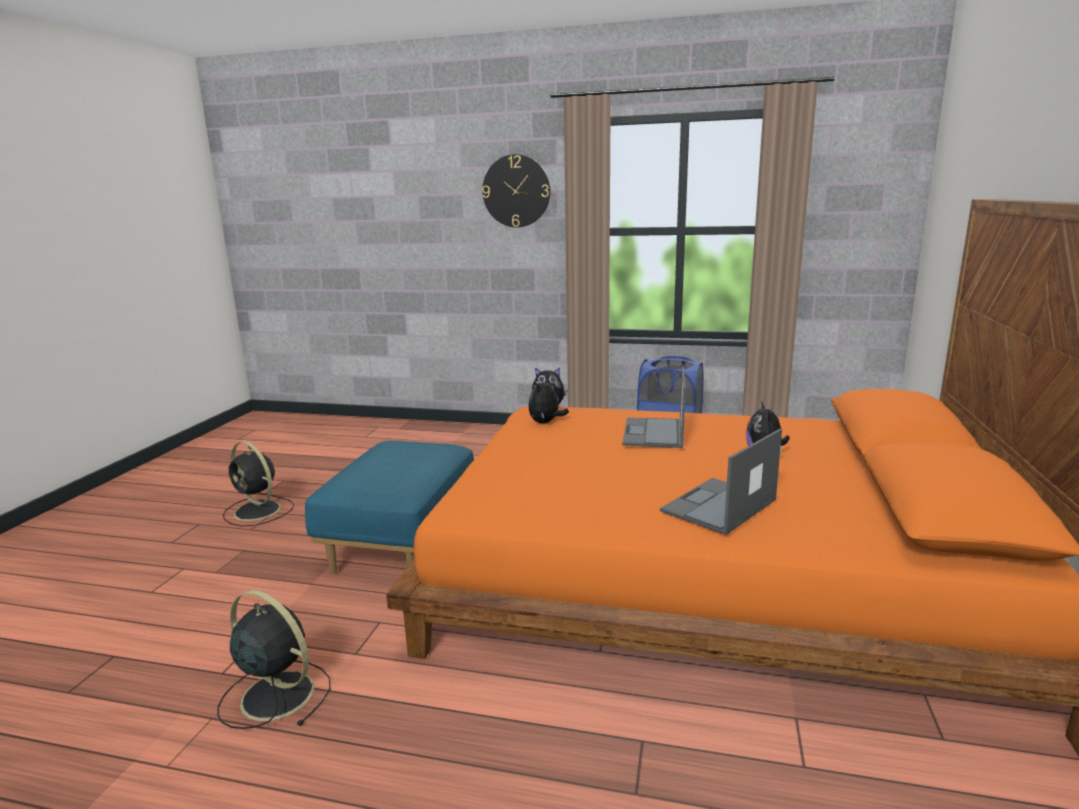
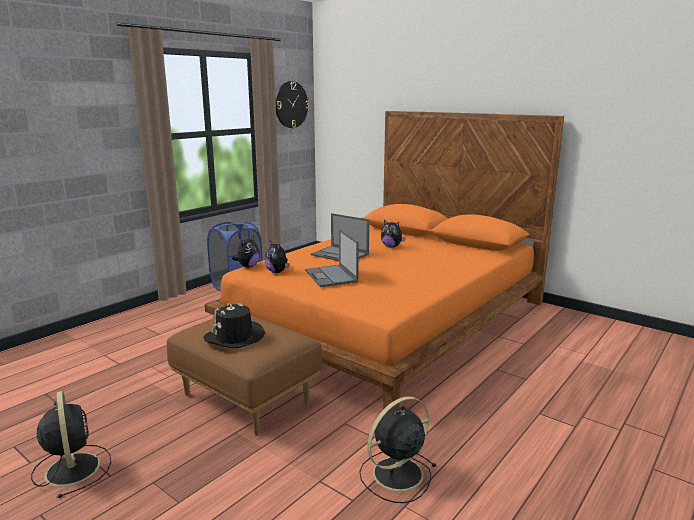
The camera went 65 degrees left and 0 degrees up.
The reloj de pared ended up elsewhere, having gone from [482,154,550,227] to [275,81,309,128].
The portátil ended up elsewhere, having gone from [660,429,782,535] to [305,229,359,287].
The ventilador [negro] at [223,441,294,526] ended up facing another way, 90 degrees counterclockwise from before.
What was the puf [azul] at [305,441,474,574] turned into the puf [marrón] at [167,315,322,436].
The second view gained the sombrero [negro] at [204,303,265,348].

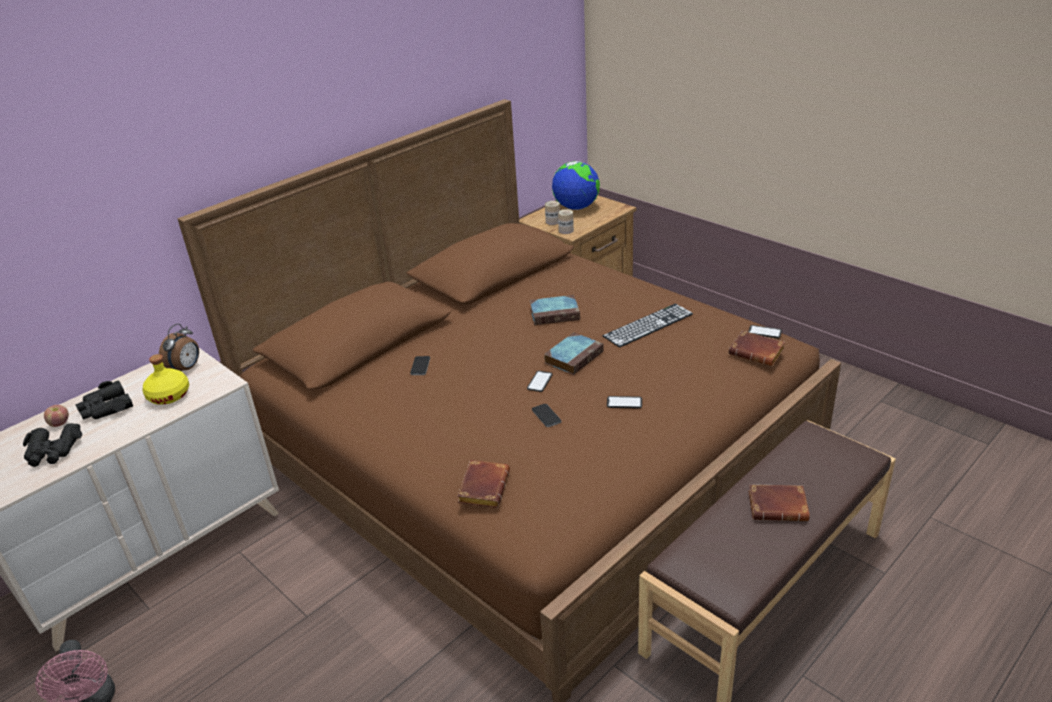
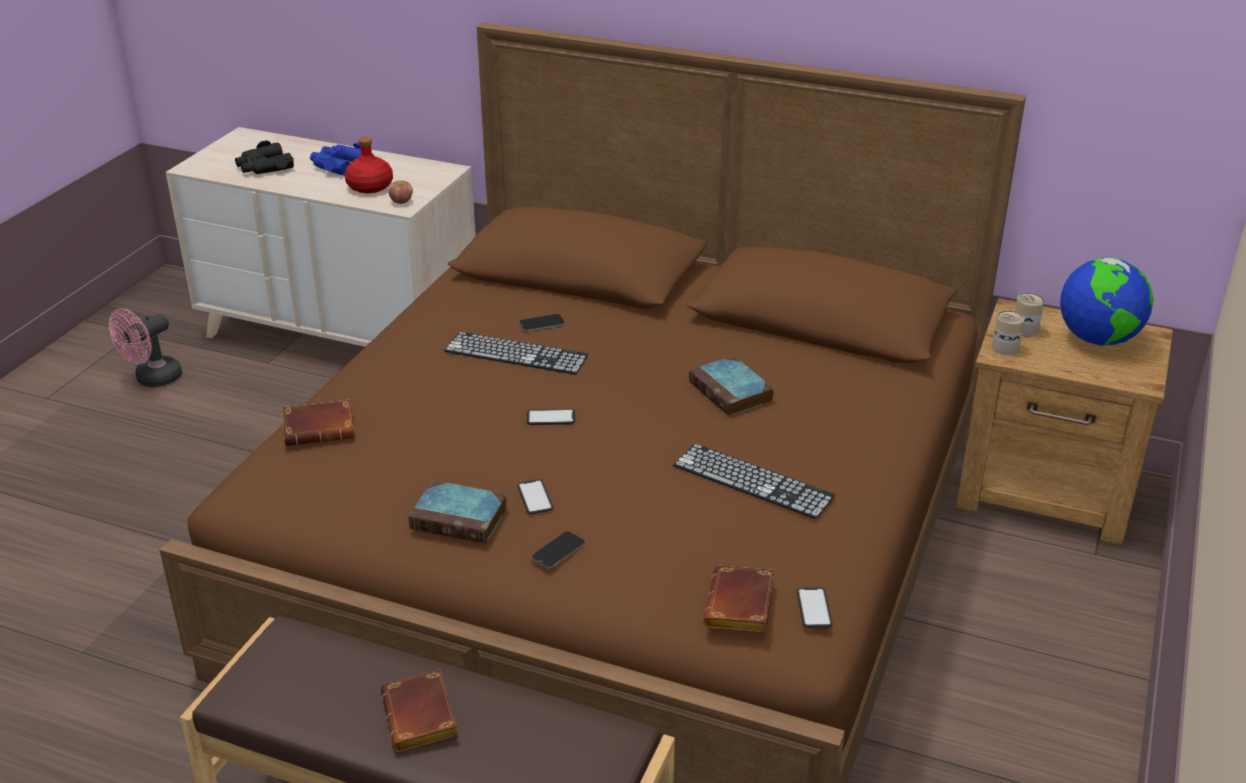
The camera went 65 degrees right and 0 degrees up.
The second view lost the despertador at [159,323,199,371].
The libro ended up elsewhere, having gone from [544,332,604,375] to [408,480,508,544].
What was the botella [amarillo] at [143,354,189,405] turned into the botella [rojo] at [345,137,393,193].
What was the prismáticos [negro] at [76,381,133,420] turned into the prismáticos [azul] at [310,143,361,176].
The móvil ended up elsewhere, having gone from [532,404,562,427] to [532,532,585,569].
The manzana ended up elsewhere, having gone from [44,405,69,427] to [388,180,413,204].
The second view gained the teclado at [444,332,589,374].

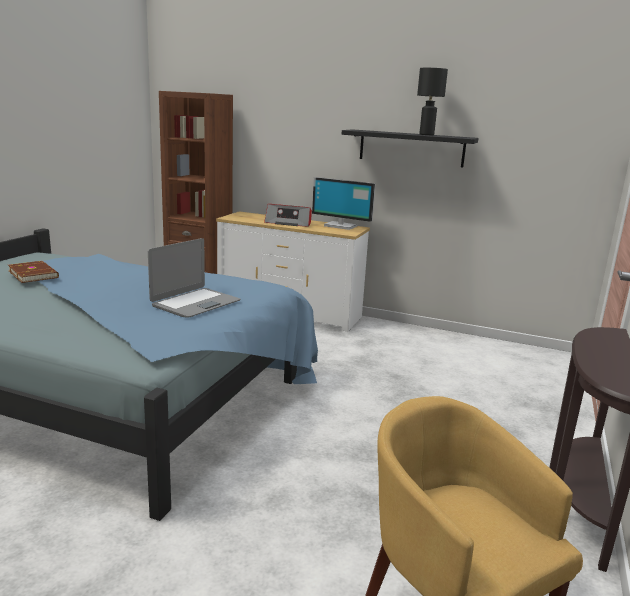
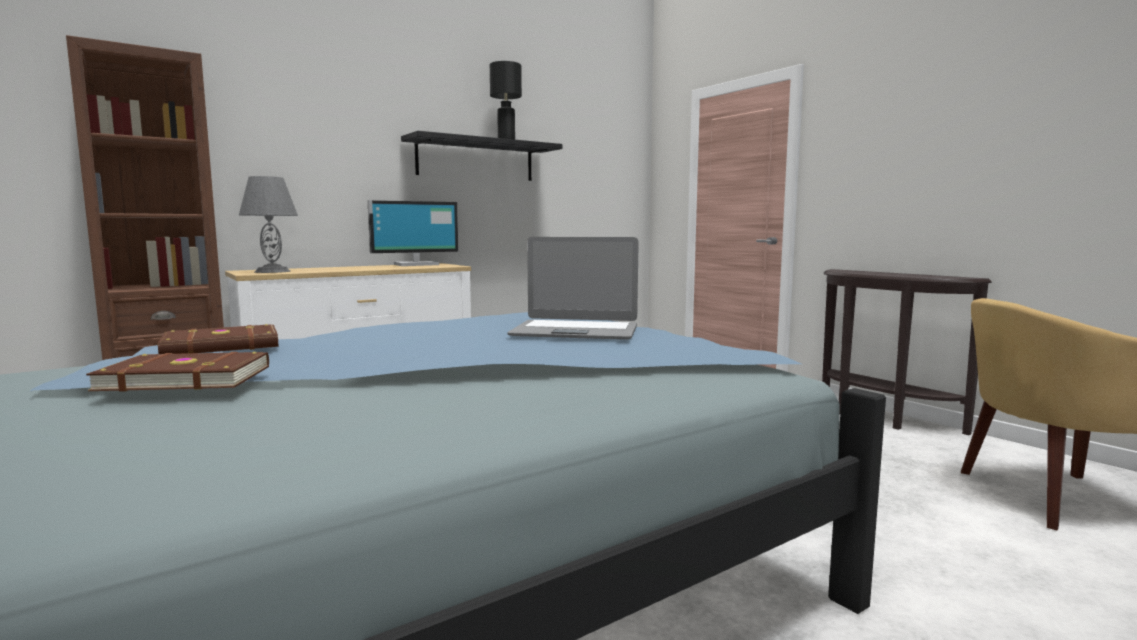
The camera went 55 degrees left and 10 degrees down.
The second view lost the radio at [264,204,312,227].
The portátil at [148,238,240,318] ended up facing another way, 120 degrees clockwise from before.
The second view gained the lámpara de mesa [gris] at [239,176,298,273].
The second view gained the libro [marrón] at [158,324,279,354].

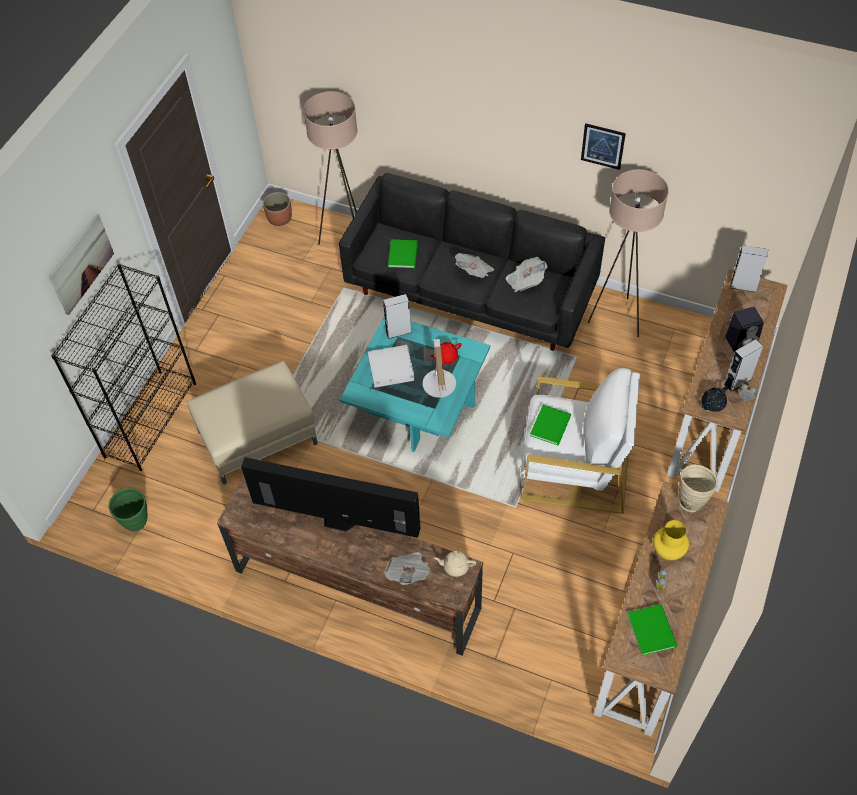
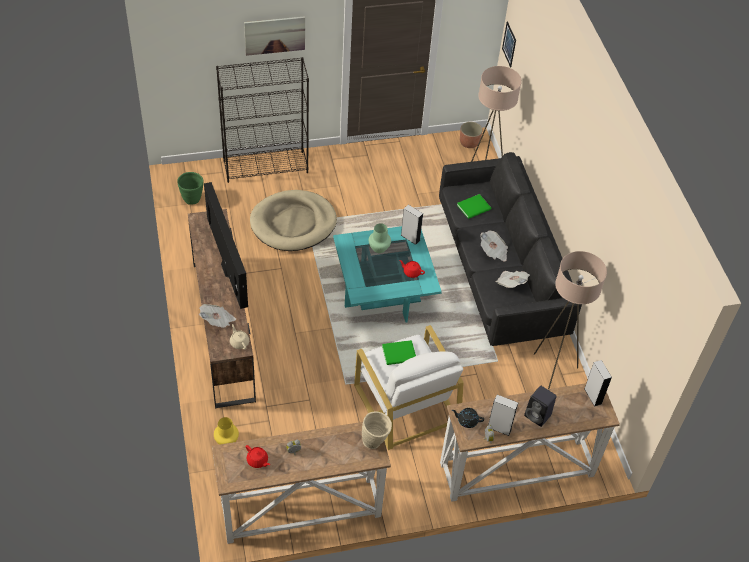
The camera went 50 degrees right and 5 degrees down.
The cuadro ended up elsewhere, having gone from [581,123,626,170] to [502,22,516,67].
The second view lost the lámpara de mesa at [423,339,456,398].
Where the bandeja [blanco] stood at [368,345,415,388], the florero [verde] came to stand at [369,223,391,253].
Where the puf [beis] stood at [187,361,318,485], the cama para perro [beis] came to stand at [250,190,337,251].
The florero [amarillo] ended up elsewhere, having gone from [653,520,689,560] to [214,417,239,445].
Where the libro [verde] stood at [627,604,677,656], the tetera [rojo] came to stand at [246,445,270,468].

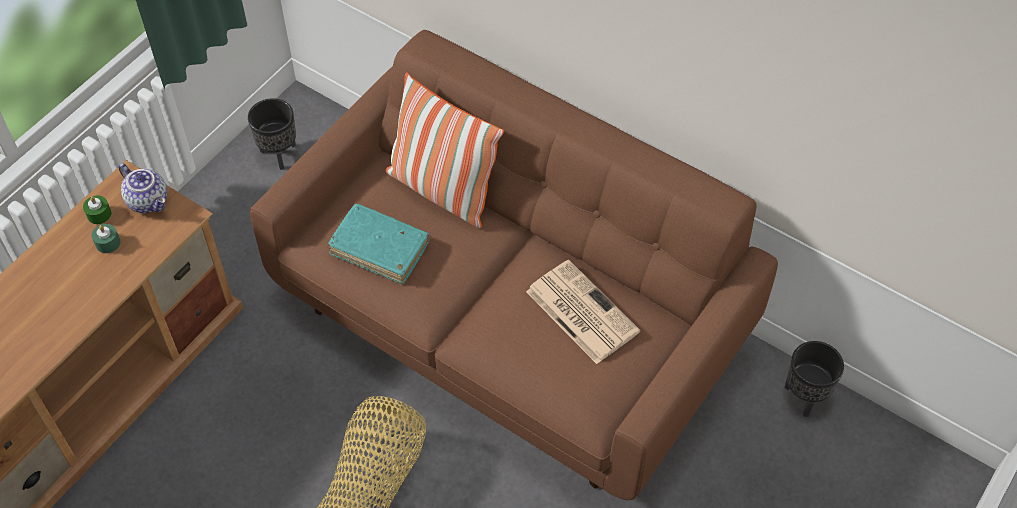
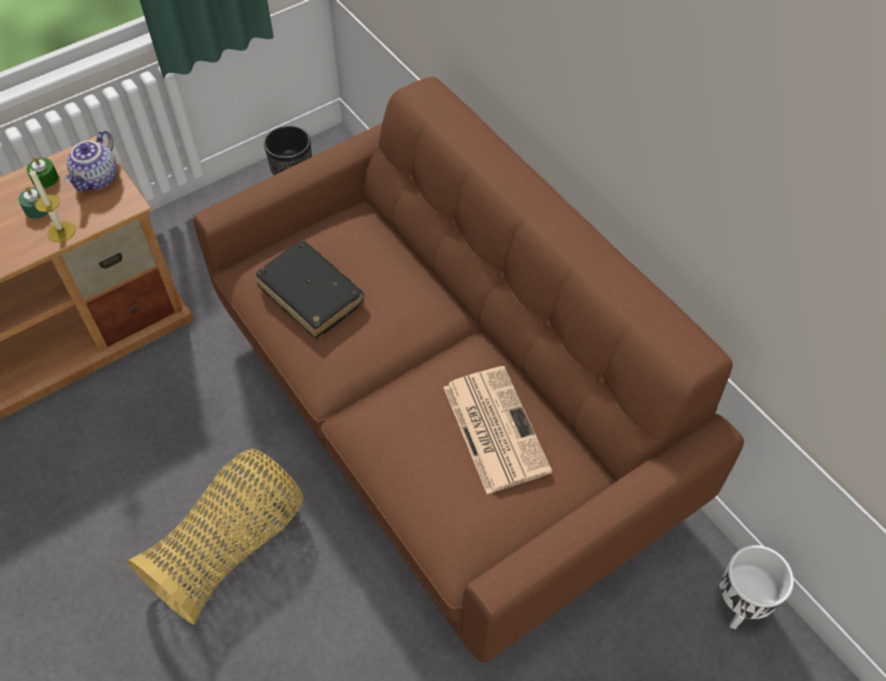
The camera went 20 degrees right and 0 degrees up.
The second view lost the cojín at [385,72,504,228].
The tetera at [118,163,167,213] ended up facing another way, 45 degrees clockwise from before.
What was the libro [turquesa] at [328,203,430,284] turned into the libro [negro] at [256,240,365,339].
What was the maceta [negro] at [784,341,844,417] turned into the maceta [blanco] at [719,545,794,629].
The second view gained the vela at [29,168,75,242].

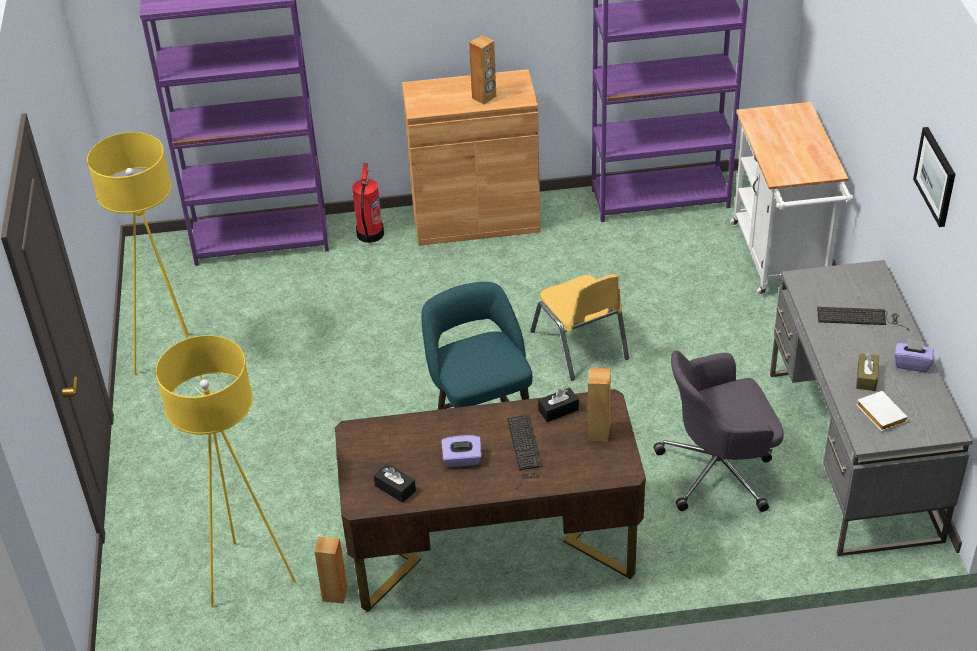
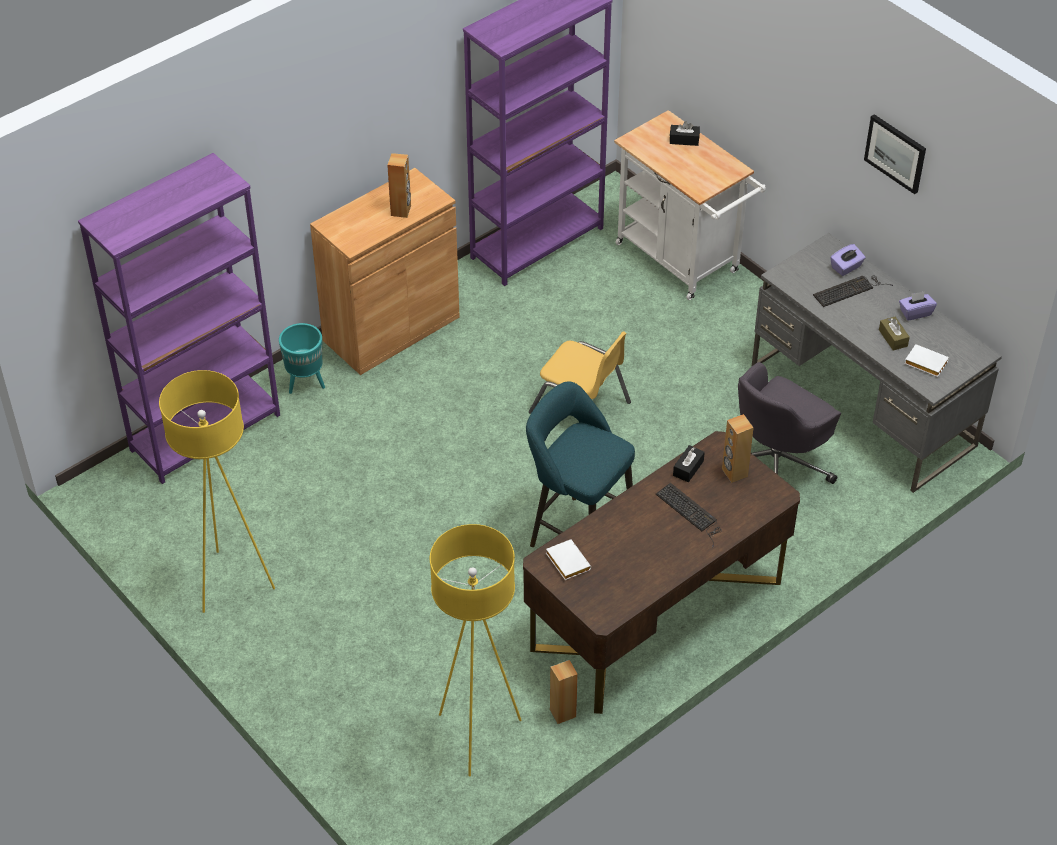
The camera went 35 degrees left and 5 degrees up.
Where the extintor stood at [352,164,384,243], the maceta [turquesa] came to stand at [279,323,325,394].
The caja de pañuelos [morado] ended up elsewhere, having gone from [441,435,482,467] to [830,244,866,276].
The caja de pañuelos [negro] ended up elsewhere, having gone from [374,463,416,503] to [670,121,700,146].
The second view gained the libro [blanco] at [546,539,591,580].

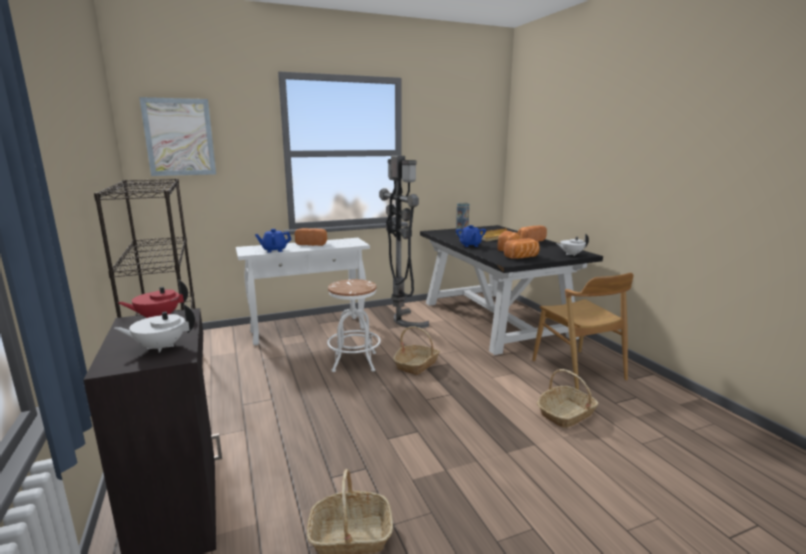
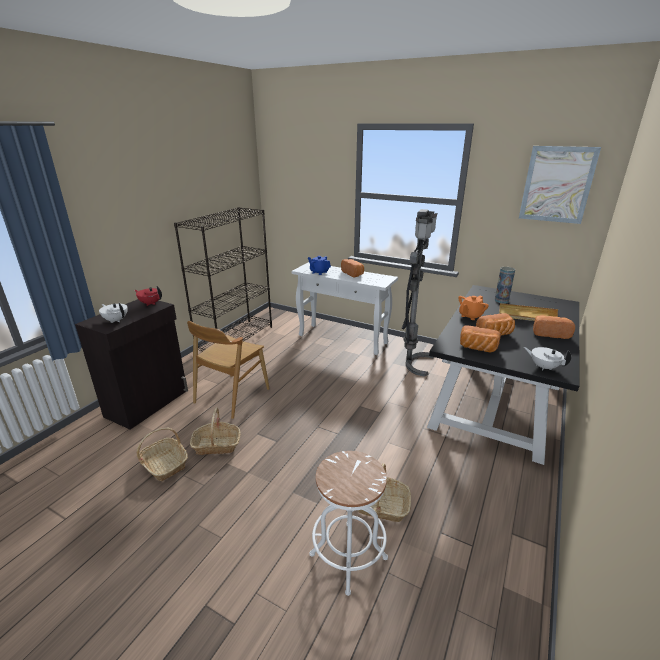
The camera went 50 degrees right and 10 degrees up.
The cuadro ended up elsewhere, having gone from [139,97,216,176] to [519,146,601,224].
What was the tetera [azul] at [456,225,486,247] turned into the tetera [naranja] at [458,296,488,320].
The silla [marrón] ended up elsewhere, having gone from [532,273,634,390] to [187,321,270,419].
The taburete [blanco] ended up elsewhere, having gone from [327,279,381,372] to [309,451,388,596].
The cesta ended up elsewhere, having gone from [393,326,440,375] to [190,407,240,455].

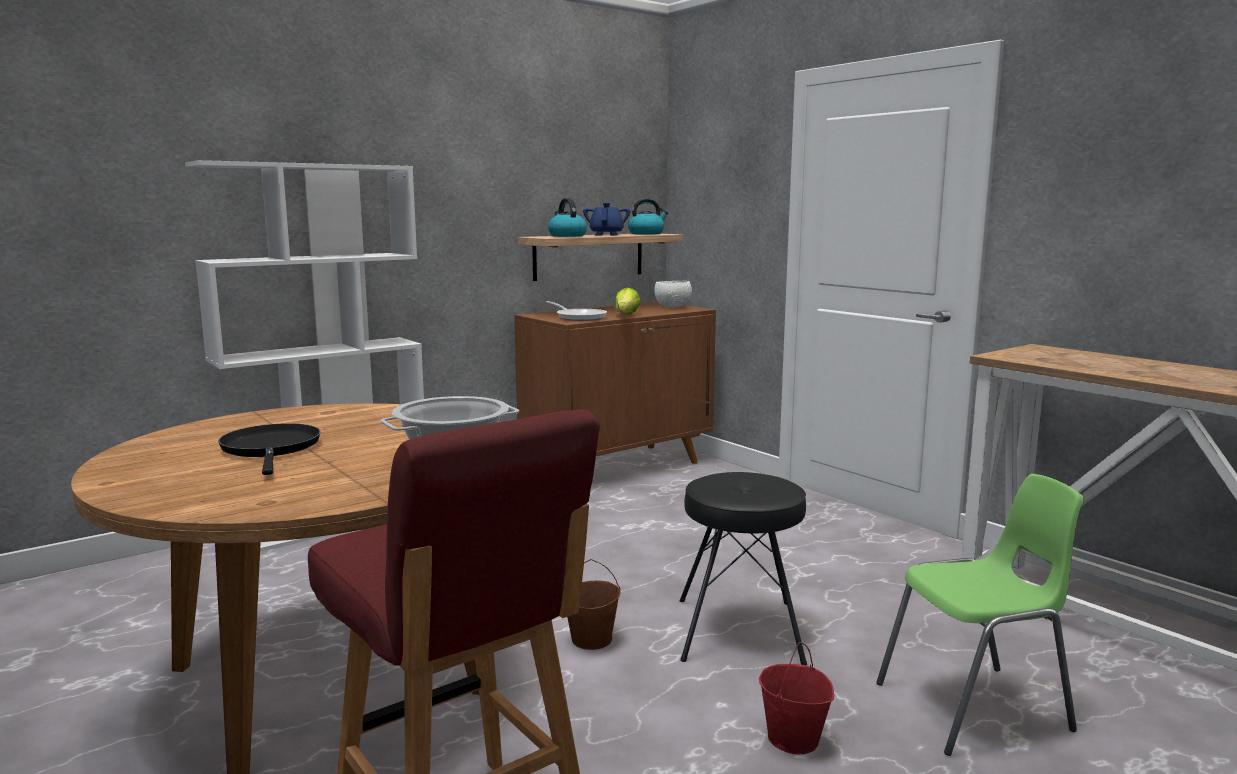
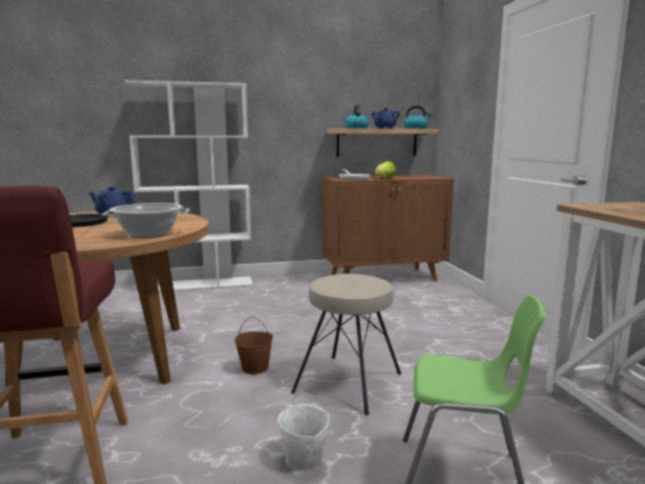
The camera went 25 degrees right and 0 degrees up.
The second view lost the cuenco [blanco] at [654,281,692,307].
What was the taburete [negro] at [680,472,807,665] turned into the taburete [beis] at [291,274,401,415].
What was the cubo [rojo] at [759,642,834,754] turned into the cubo [blanco] at [278,390,329,472].
The second view gained the tetera [azul] at [89,187,135,217].

